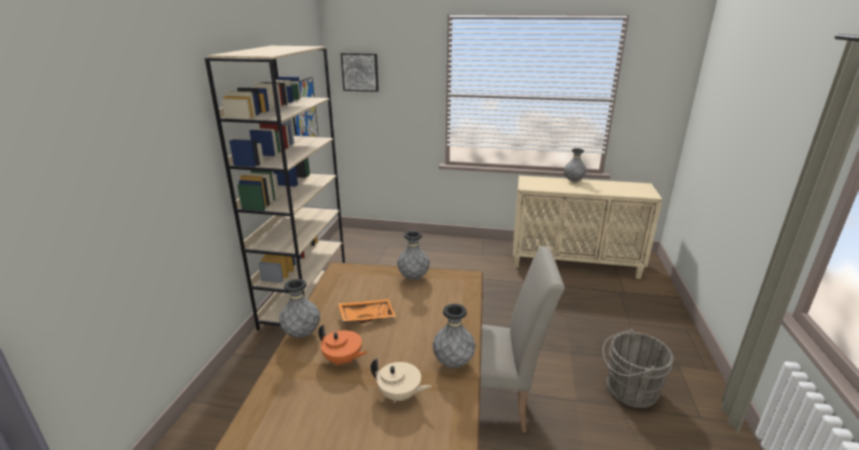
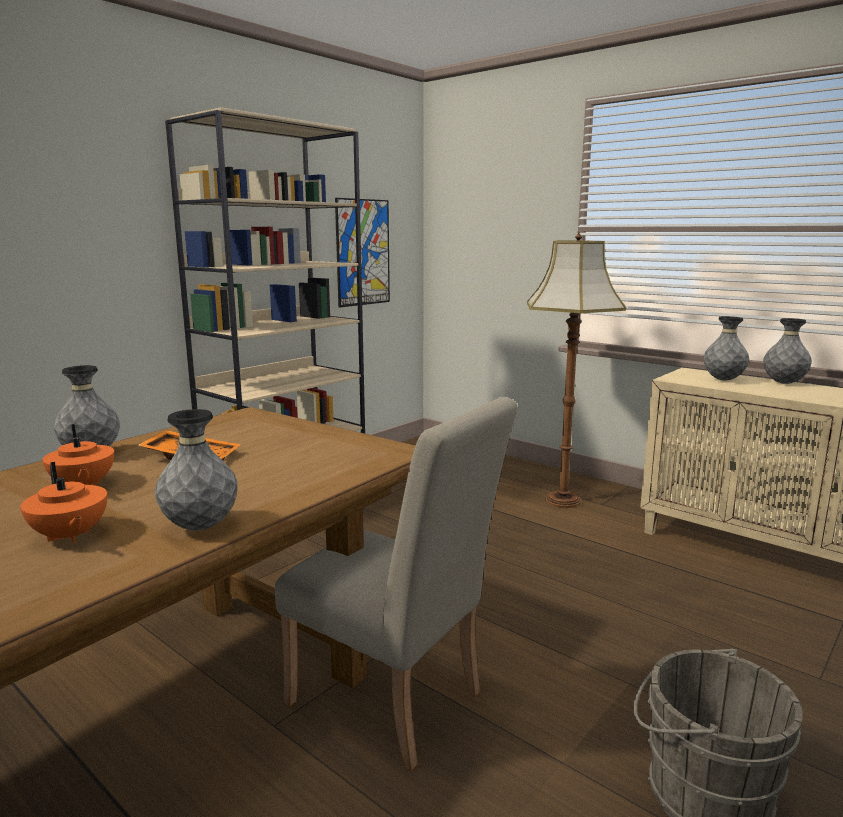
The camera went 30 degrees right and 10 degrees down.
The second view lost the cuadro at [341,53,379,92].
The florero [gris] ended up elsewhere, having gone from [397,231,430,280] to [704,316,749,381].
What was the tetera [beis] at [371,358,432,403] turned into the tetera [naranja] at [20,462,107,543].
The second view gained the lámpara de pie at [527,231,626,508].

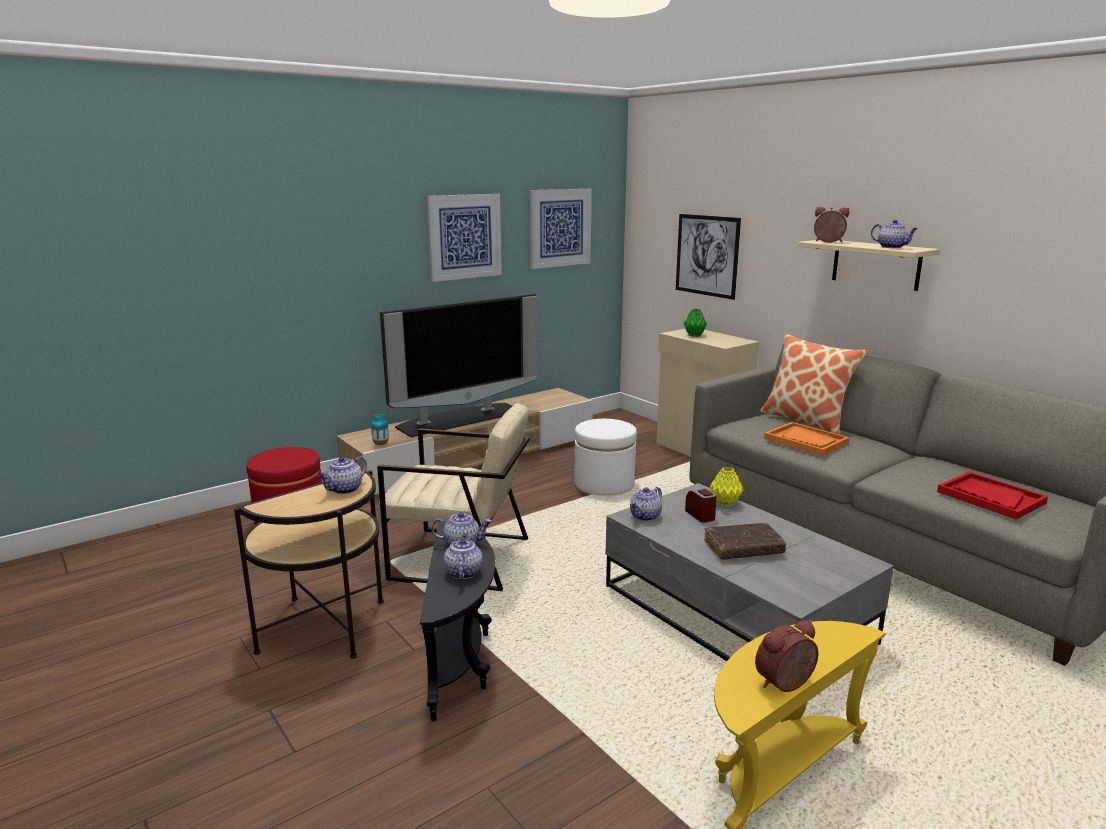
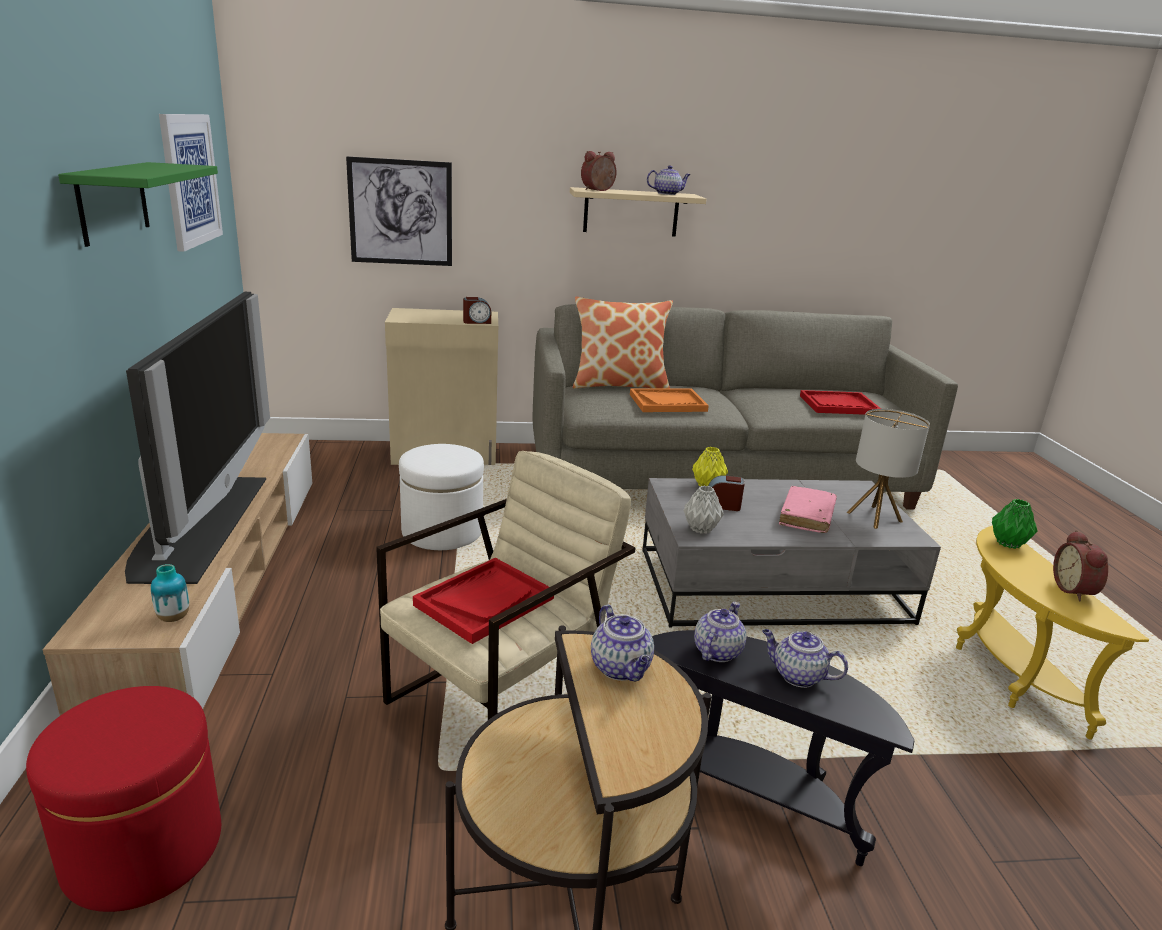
The camera went 60 degrees left and 5 degrees up.
Where the cuadro hung at [426,194,502,282], the estante [verde] came to hang at [58,162,218,247].
The florero [verde] ended up elsewhere, having gone from [684,309,707,337] to [992,499,1038,549].
Where the tetera stood at [630,487,662,521], the florero [gris] came to stand at [683,485,724,534].
What was the libro [marrón] at [704,523,786,559] turned into the libro [rosa] at [779,486,837,533].
The second view gained the despertador at [463,297,491,324].
The second view gained the lámpara de mesa at [847,409,930,529].
The second view gained the bandeja [rojo] at [413,558,554,644].

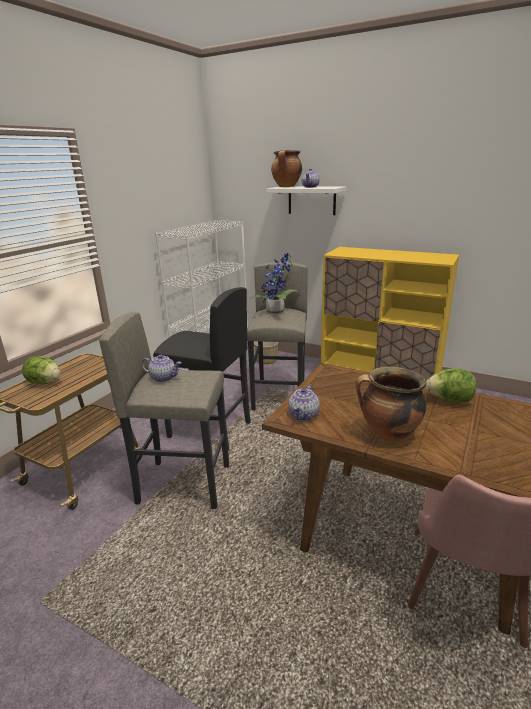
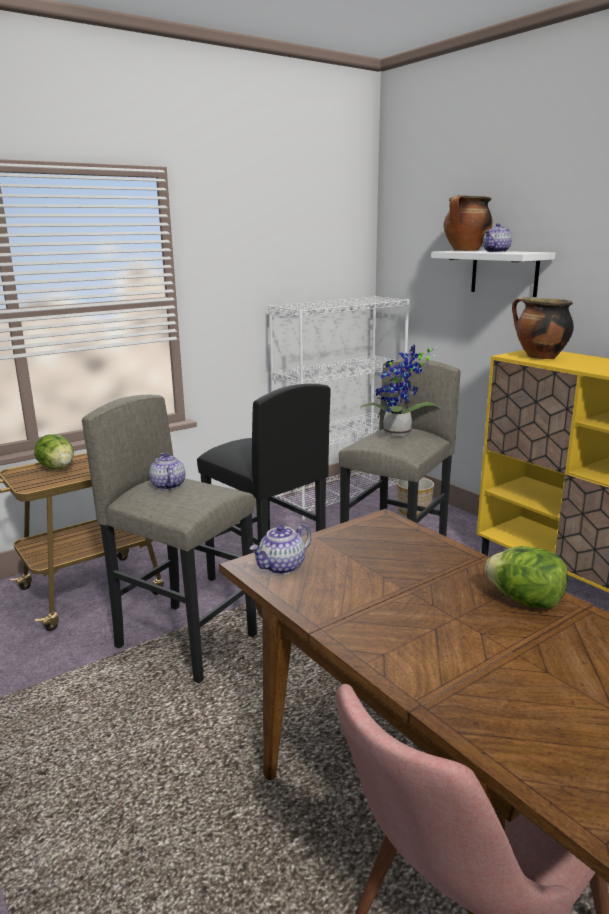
The camera went 25 degrees right and 5 degrees down.
The tetera at [141,355,181,382] ended up facing another way, 150 degrees counterclockwise from before.
The olla ended up elsewhere, having gone from [356,367,426,442] to [512,297,574,359].

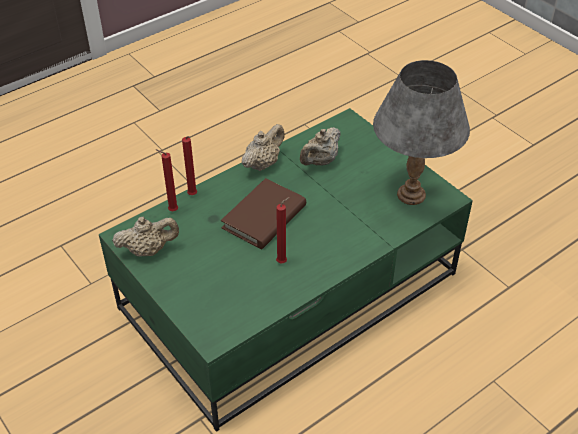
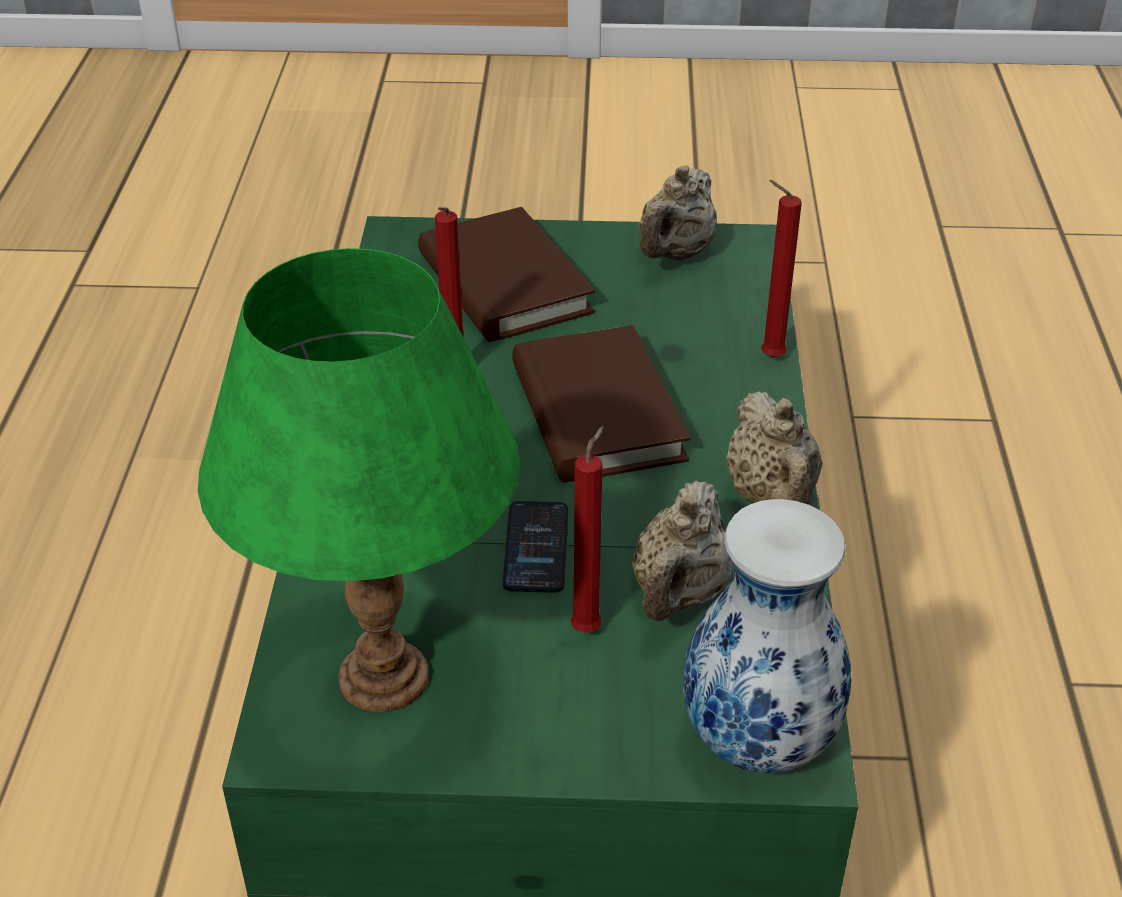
The camera went 130 degrees right and 5 degrees down.
What was the lámpara de mesa [gris] at [373,60,470,205] turned into the lámpara de mesa [verde] at [198,248,520,712].
The tetera [beis] at [300,127,340,166] ended up facing another way, 150 degrees counterclockwise from before.
The vela [rojo] ended up elsewhere, having gone from [156,149,178,211] to [571,426,604,633].
The second view gained the libro [marrón] at [418,207,595,342].
The second view gained the florero at [683,499,851,773].
The second view gained the móvil at [502,501,568,593].

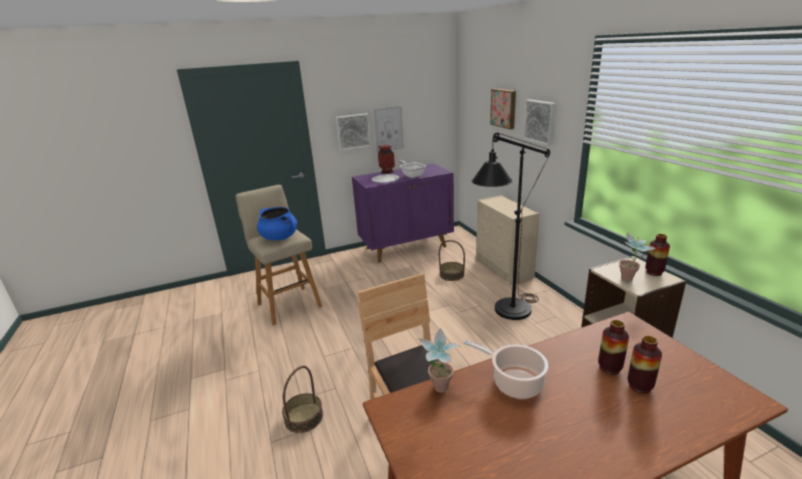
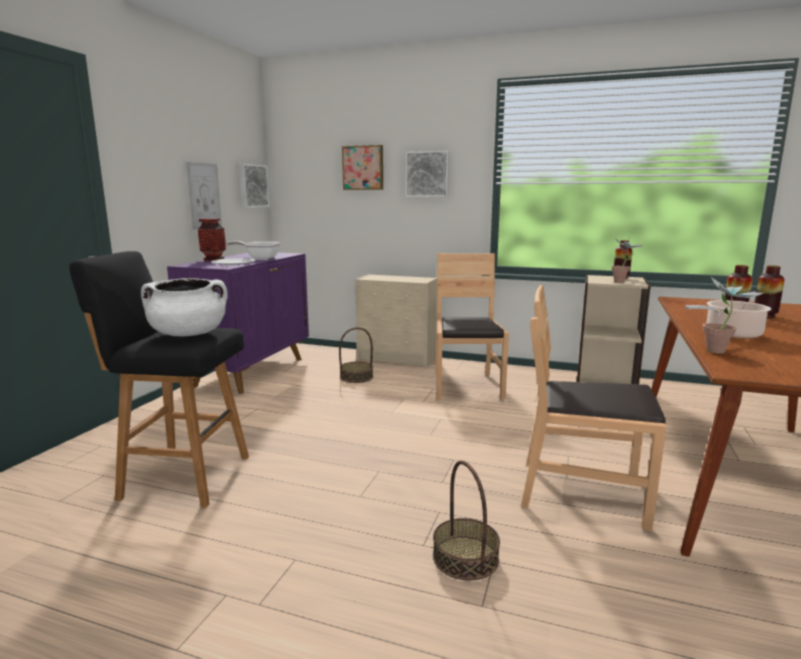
The camera went 50 degrees left and 10 degrees down.
The cuadro ended up elsewhere, having gone from [336,113,371,150] to [239,164,270,208].
Where the lámpara de pie [negro] stood at [472,132,550,320], the silla [marrón] came to stand at [436,253,509,400].
What was the taburete [beis] at [235,185,322,326] turned into the taburete [negro] at [69,251,249,508].
What was the olla [azul] at [257,207,297,240] turned into the olla [blanco] at [141,278,228,336].

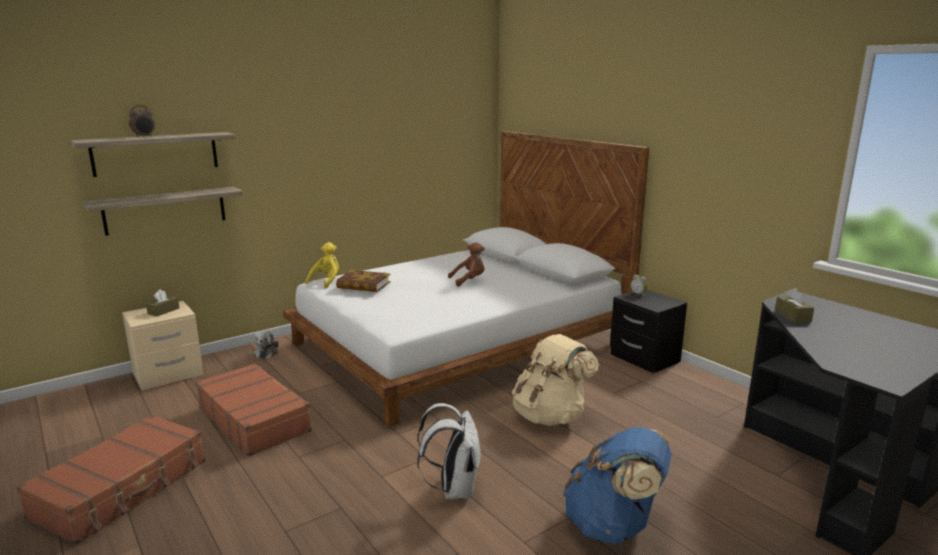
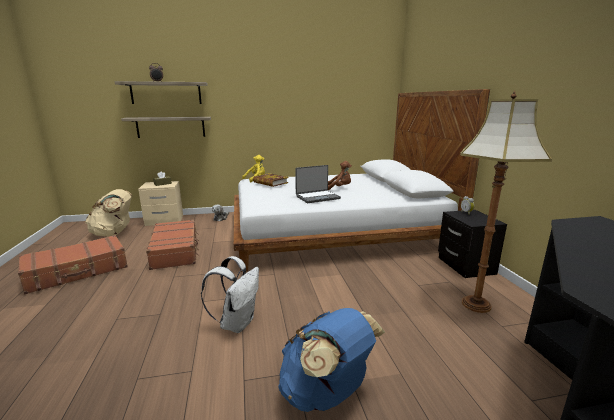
The camera went 25 degrees right and 0 degrees up.
The second view lost the caja de pañuelos [marrón] at [775,288,814,323].
The mochila [beis] ended up elsewhere, having gone from [512,334,599,426] to [85,189,132,236].
The second view gained the lámpara de pie at [460,91,552,313].
The second view gained the portátil at [295,165,341,203].

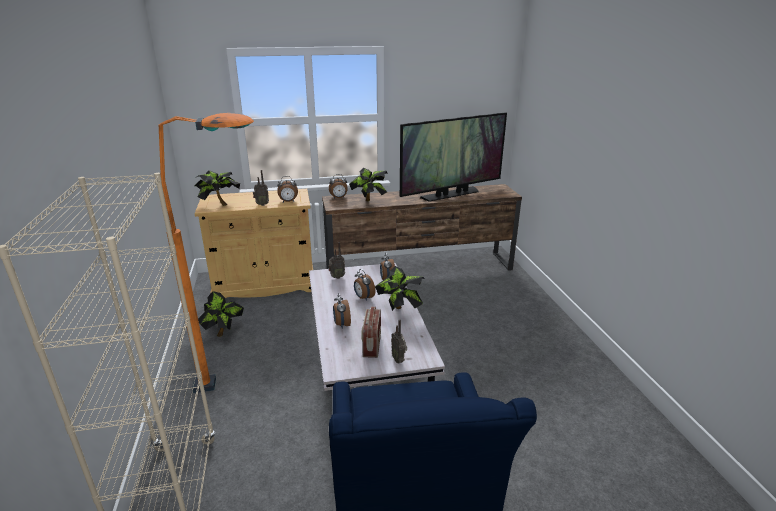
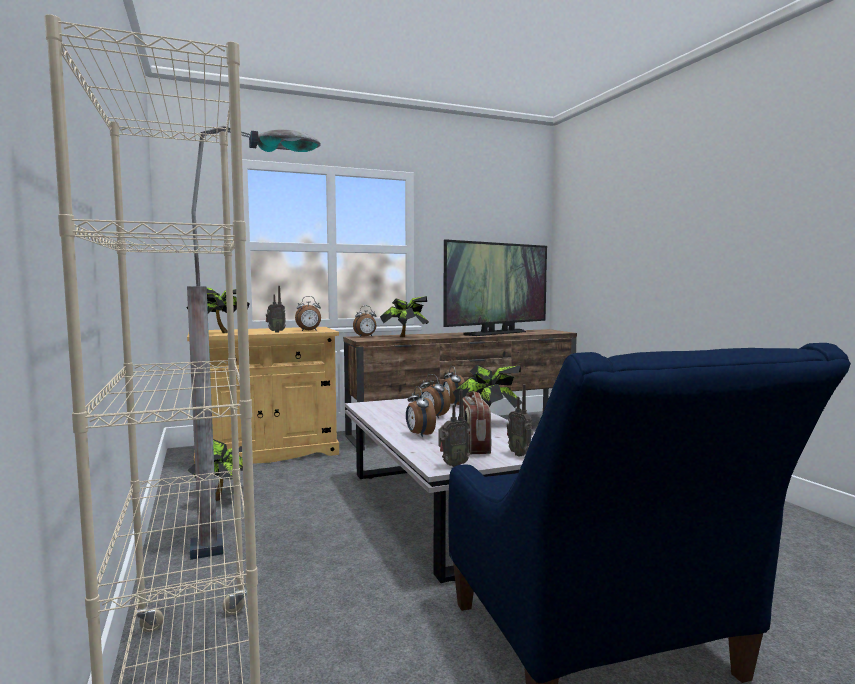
The camera went 10 degrees left and 20 degrees down.
What was the lámpara de pie [naranja] at [159,113,254,393] turned into the lámpara de pie [gris] at [187,126,321,560].
The radio ended up elsewhere, having gone from [328,242,345,279] to [438,390,470,467].

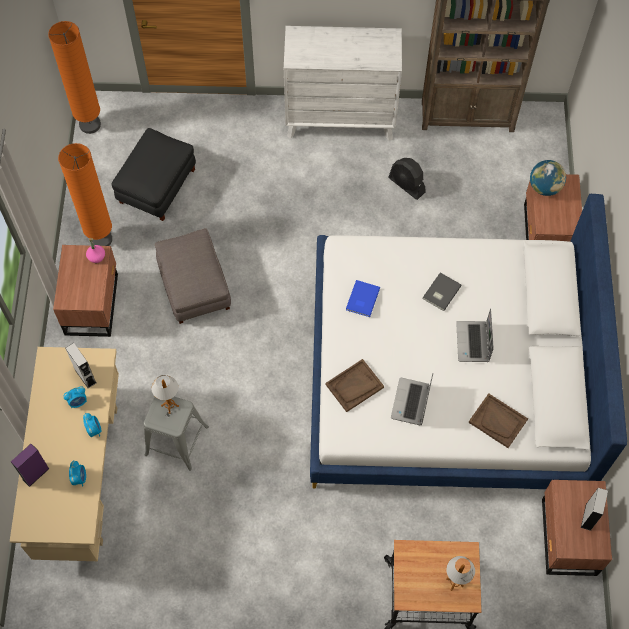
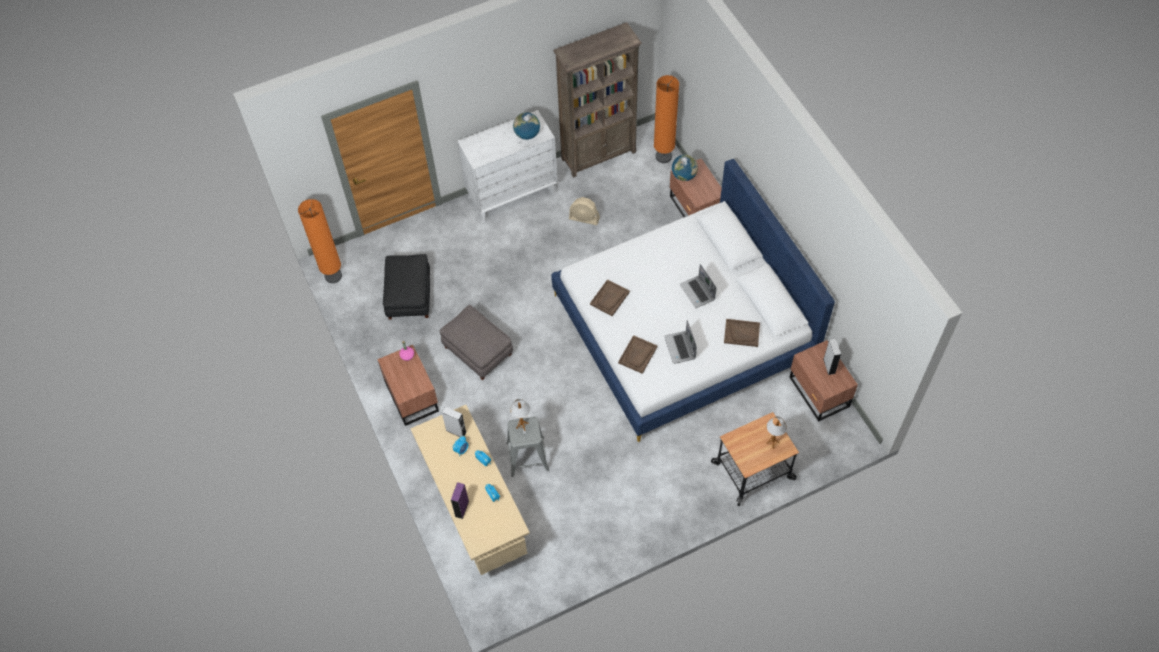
The camera went 25 degrees left and 5 degrees down.
The lámpara de pie [naranja] ended up elsewhere, having gone from [58,143,112,246] to [654,75,679,163].
What was the ventilador [negro] at [389,158,426,200] turned into the ventilador [beis] at [569,197,600,225].
The second view lost the libro [gris] at [423,272,462,311].
Where the libro [azul] stood at [346,280,380,317], the bandeja [marrón] came to stand at [590,279,630,316].
The second view gained the globo terráqueo at [513,112,540,140].

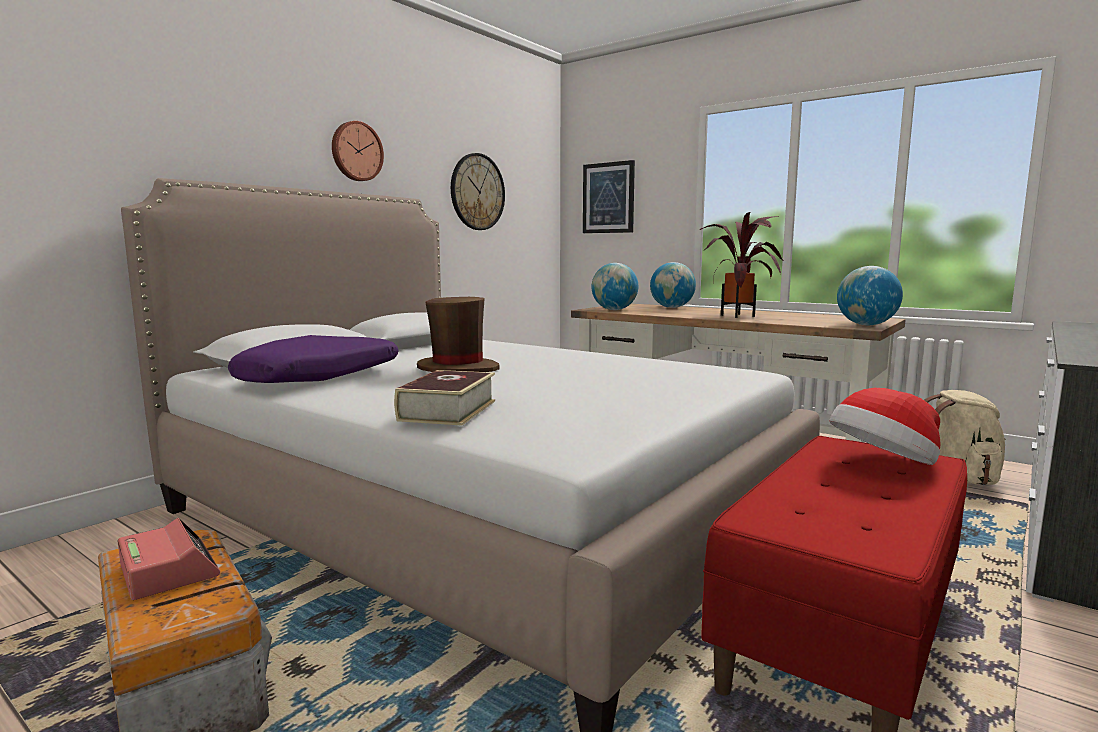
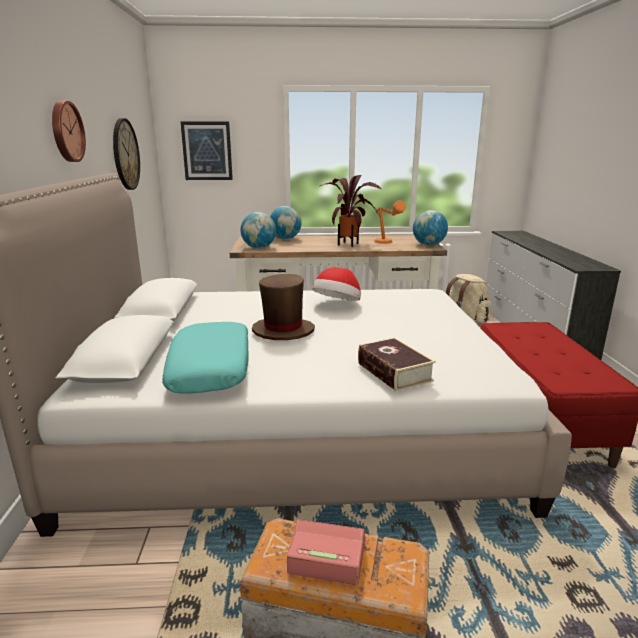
The camera went 40 degrees left and 10 degrees up.
What was the cojín [morado] at [228,335,399,383] turned into the cojín [turquesa] at [162,322,248,393].
The sombrero ended up elsewhere, having gone from [829,388,940,465] to [312,267,361,301].
The second view gained the lámpara de mesa [naranja] at [374,200,406,244].

